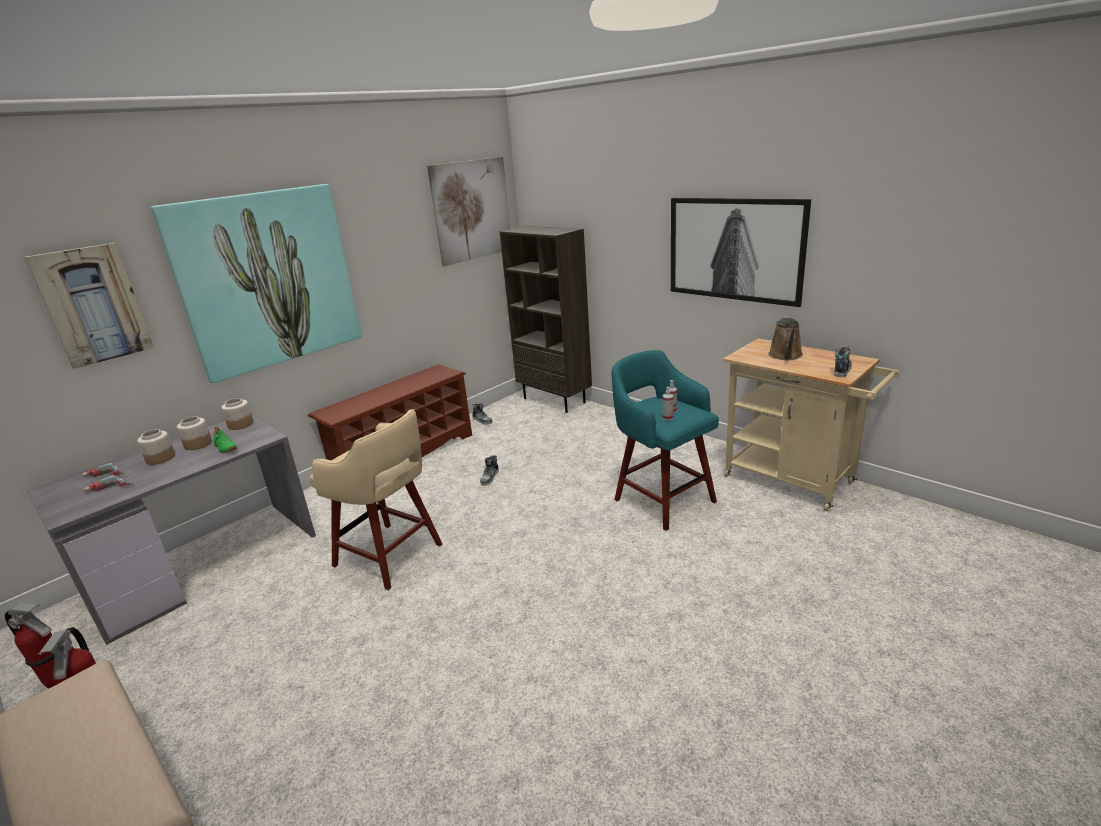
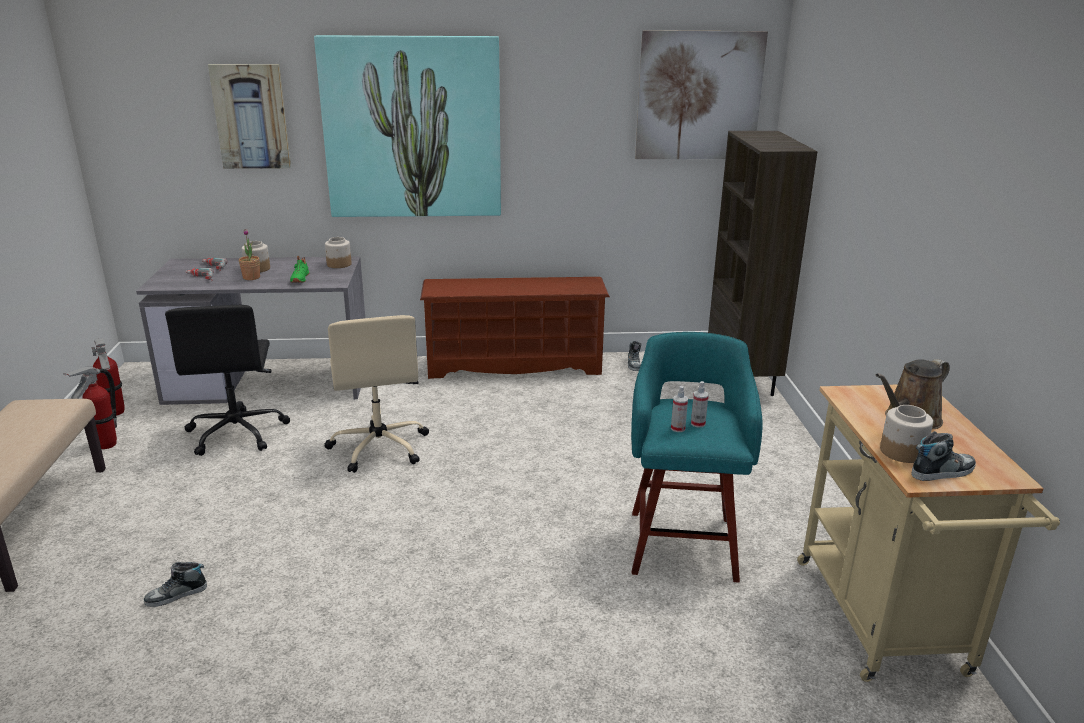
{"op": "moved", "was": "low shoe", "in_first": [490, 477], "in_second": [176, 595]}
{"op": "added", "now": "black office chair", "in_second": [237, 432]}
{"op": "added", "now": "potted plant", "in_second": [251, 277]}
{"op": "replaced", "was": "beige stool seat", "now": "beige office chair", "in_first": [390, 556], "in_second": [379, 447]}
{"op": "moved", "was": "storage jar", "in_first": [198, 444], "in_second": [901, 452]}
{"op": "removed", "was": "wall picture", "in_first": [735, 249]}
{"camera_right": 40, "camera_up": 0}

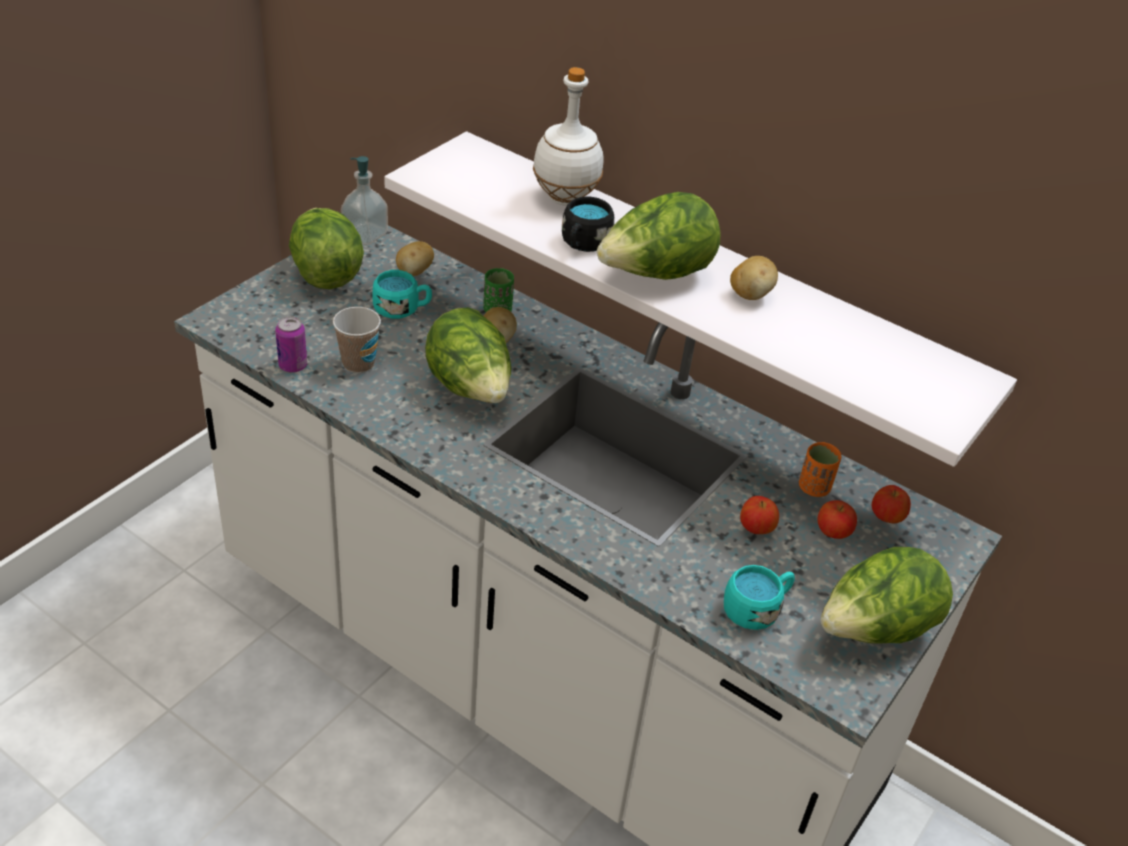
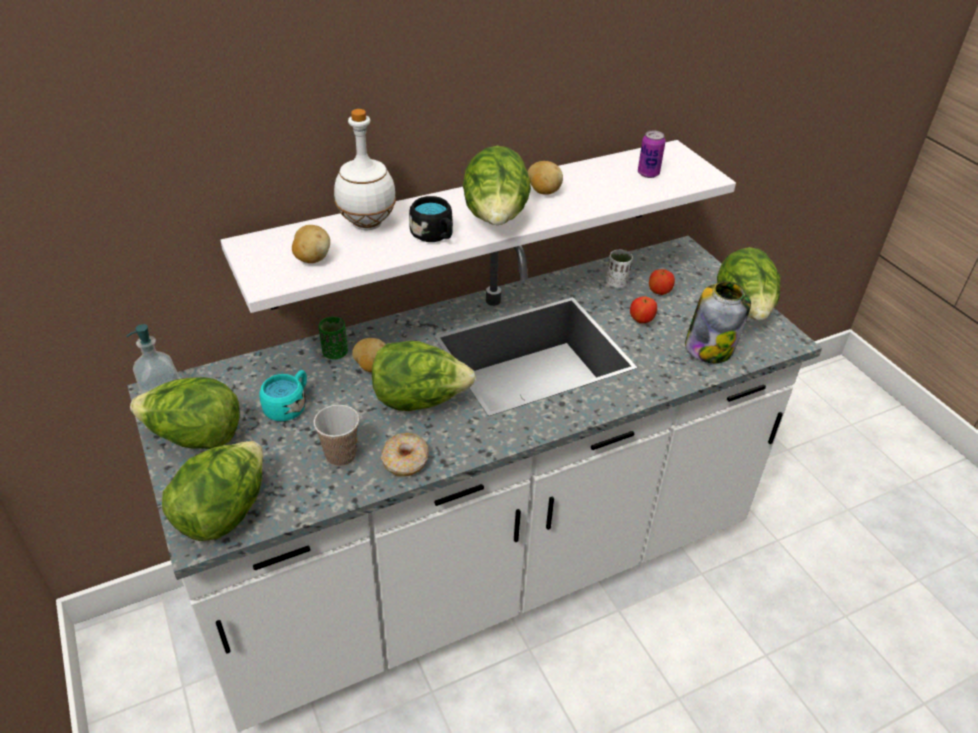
{"op": "added", "now": "lettuce", "in_second": [224, 512]}
{"op": "moved", "was": "spud", "in_first": [414, 272], "in_second": [312, 258]}
{"op": "added", "now": "ring doughnut", "in_second": [405, 461]}
{"op": "recoloured", "was": "orange cup", "now": "white cup", "in_first": [814, 488], "in_second": [617, 283]}
{"op": "moved", "was": "metal can", "in_first": [293, 366], "in_second": [648, 173]}
{"op": "replaced", "was": "blue-green mug", "now": "storage jar", "in_first": [757, 609], "in_second": [709, 348]}
{"op": "removed", "was": "apple", "in_first": [886, 518]}
{"camera_right": -60, "camera_up": 0}

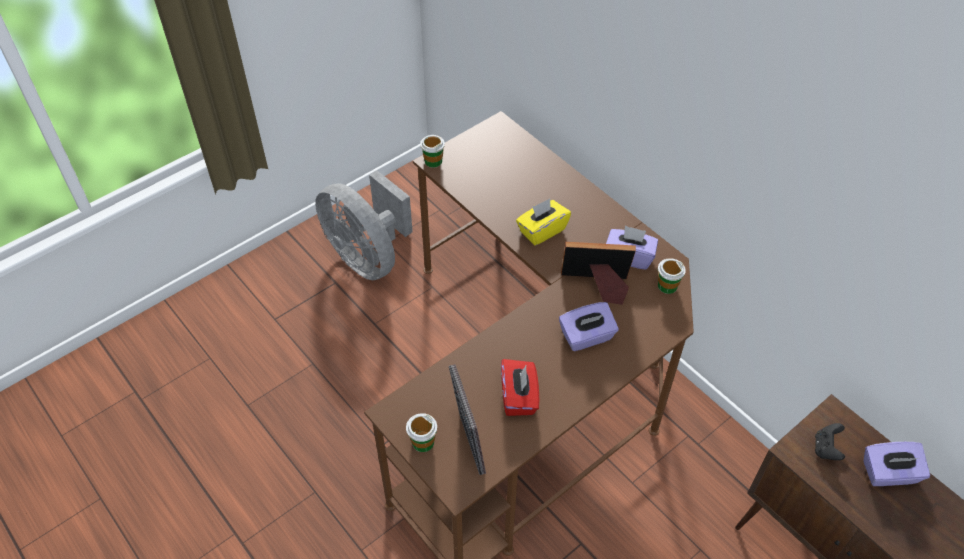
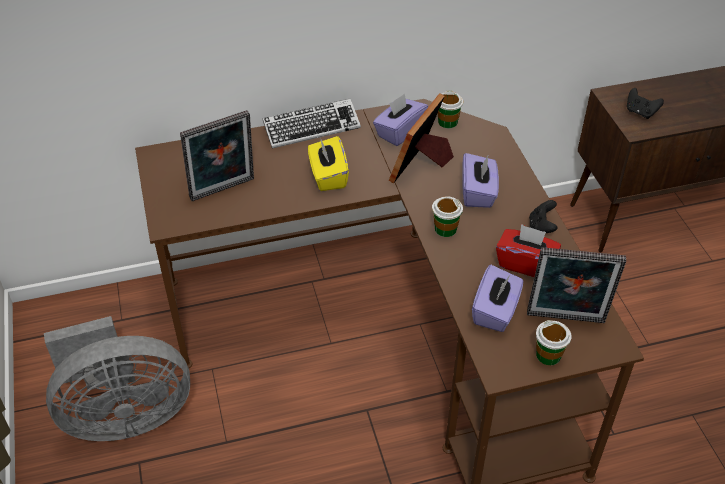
{"op": "added", "now": "photo frame", "in_second": [223, 191]}
{"op": "added", "now": "PC keyboard", "in_second": [311, 128]}
{"op": "moved", "was": "cup", "in_first": [433, 161], "in_second": [445, 229]}
{"op": "moved", "was": "purple tissue holder", "in_first": [889, 474], "in_second": [495, 311]}
{"op": "added", "now": "black game controller", "in_second": [541, 228]}
{"camera_right": -65, "camera_up": -5}

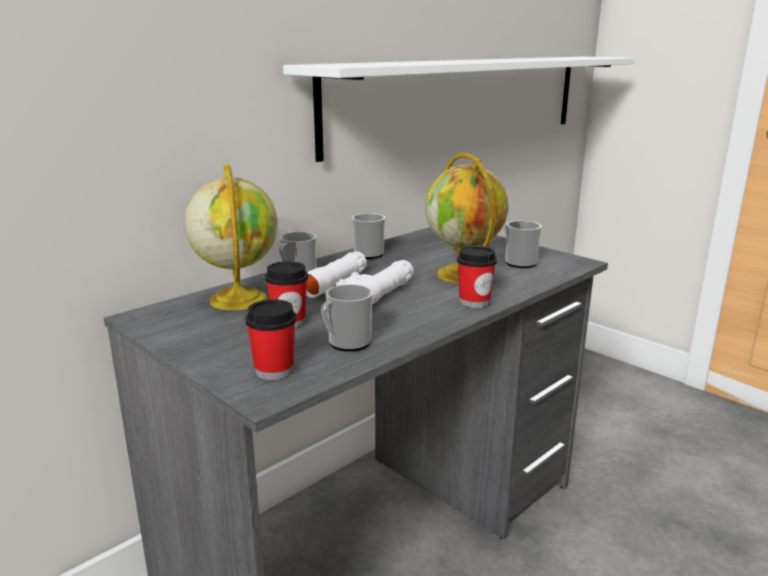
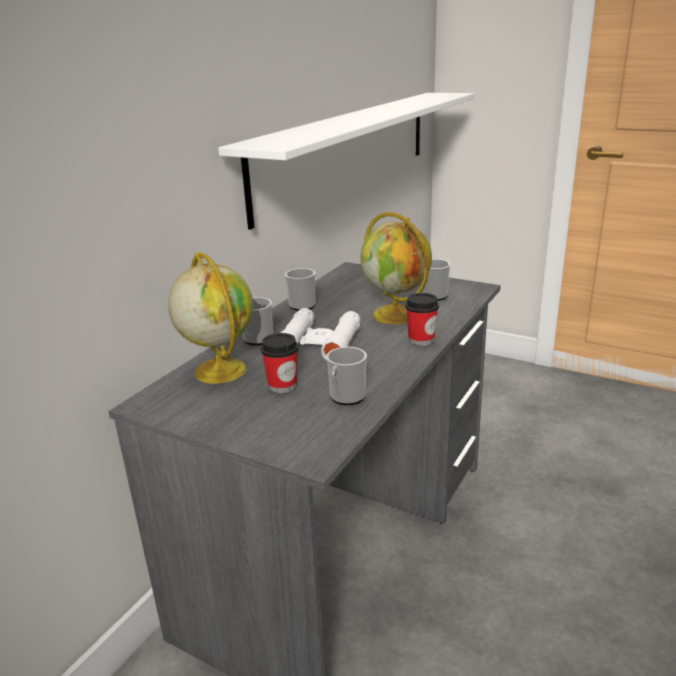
{"op": "removed", "was": "cup", "in_first": [274, 370]}
{"camera_right": -15, "camera_up": 5}

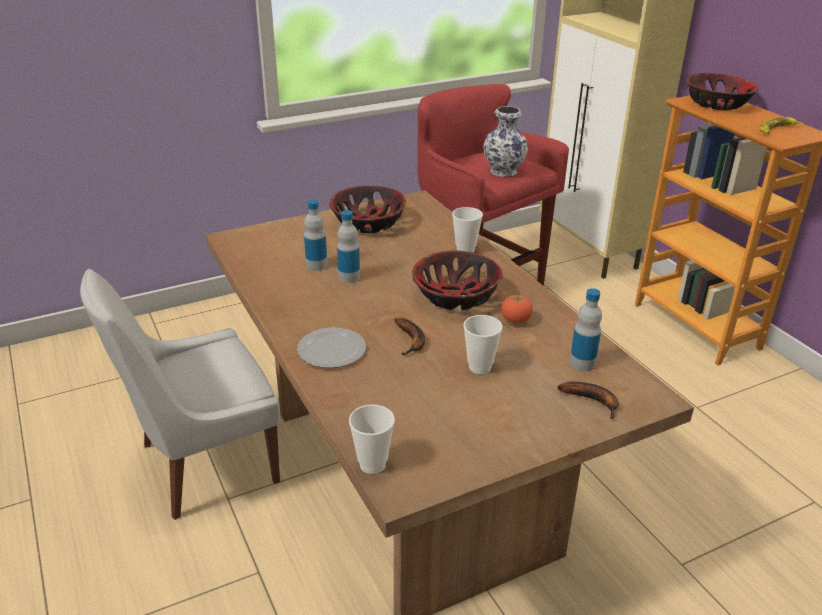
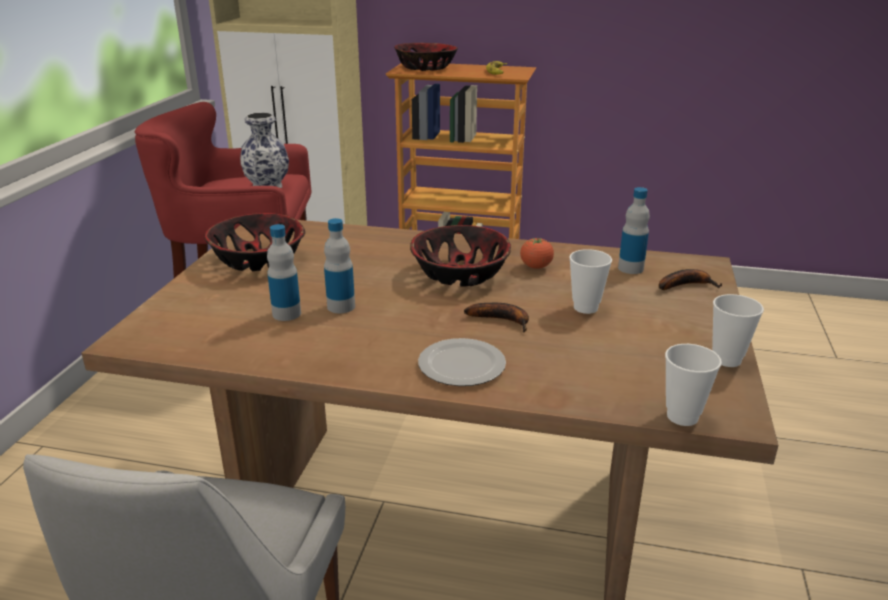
{"op": "moved", "was": "cup", "in_first": [465, 250], "in_second": [727, 359]}
{"camera_right": -50, "camera_up": -5}

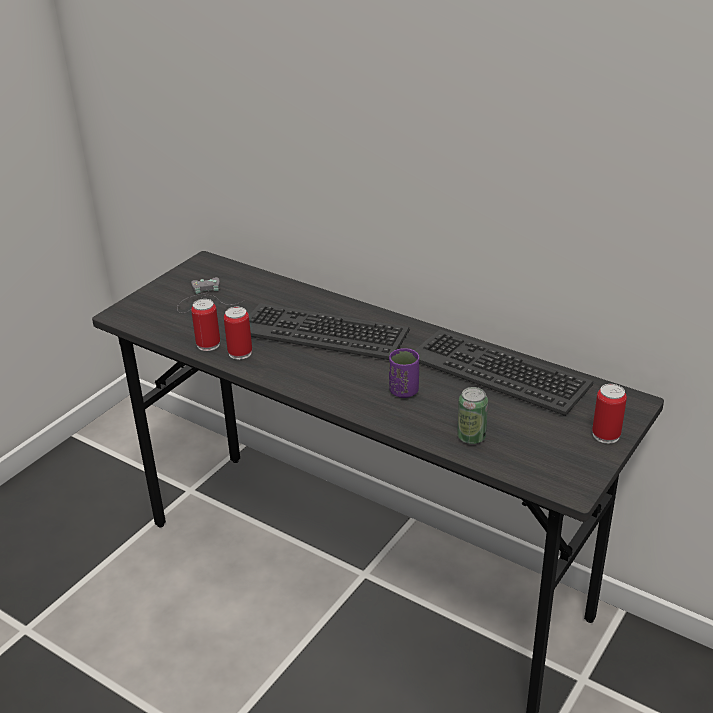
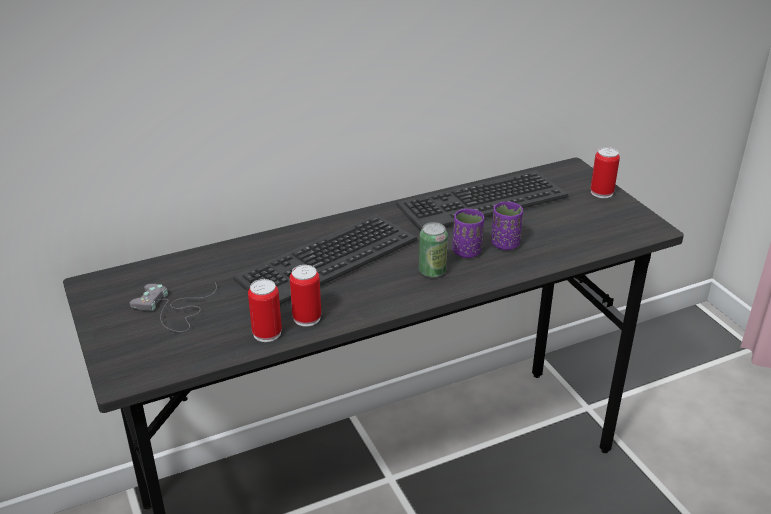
{"op": "moved", "was": "metal can", "in_first": [471, 437], "in_second": [432, 271]}
{"op": "added", "now": "purple cup", "in_second": [505, 244]}
{"camera_right": -60, "camera_up": 0}

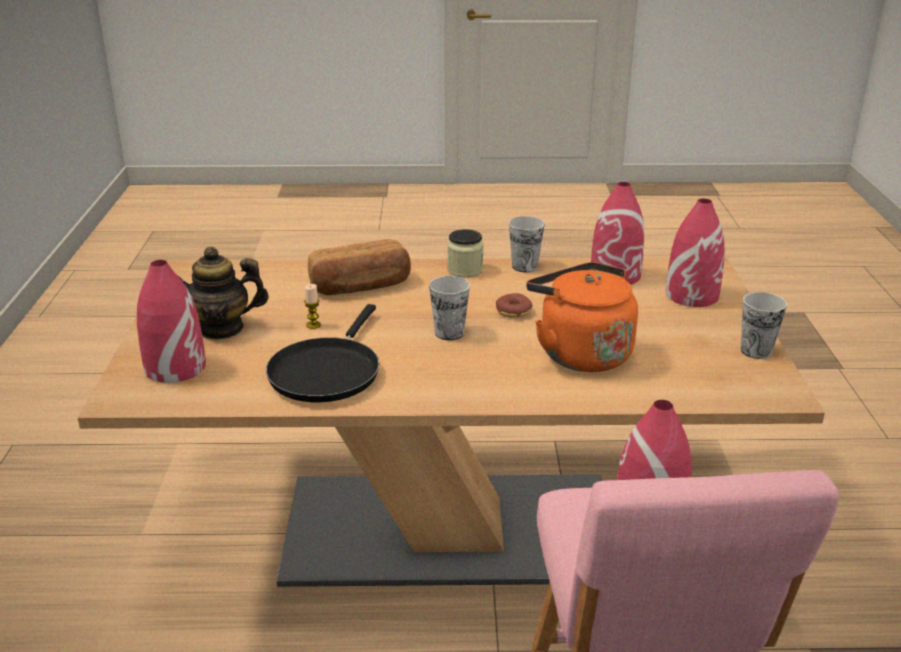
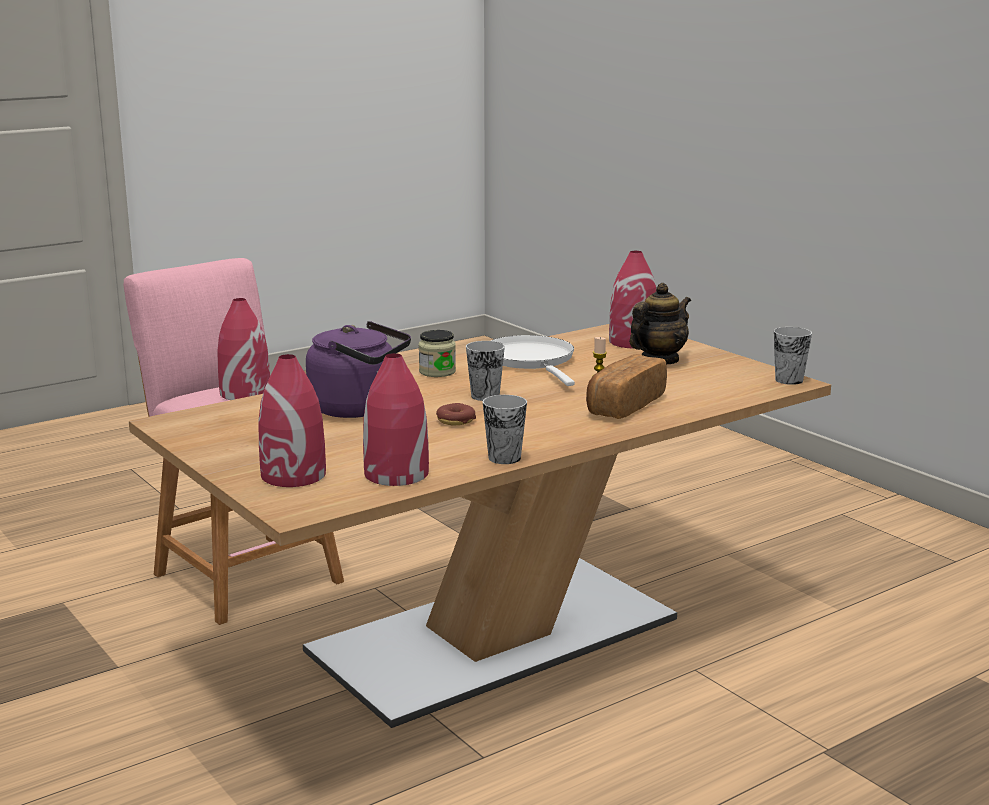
{"op": "recoloured", "was": "orange water kettle", "now": "purple water kettle", "in_first": [580, 353], "in_second": [359, 409]}
{"op": "moved", "was": "storage jar", "in_first": [465, 270], "in_second": [437, 372]}
{"op": "recoloured", "was": "black frying pan", "now": "white frying pan", "in_first": [327, 371], "in_second": [531, 360]}
{"op": "moved", "was": "cup", "in_first": [756, 351], "in_second": [789, 380]}
{"camera_right": 145, "camera_up": -10}

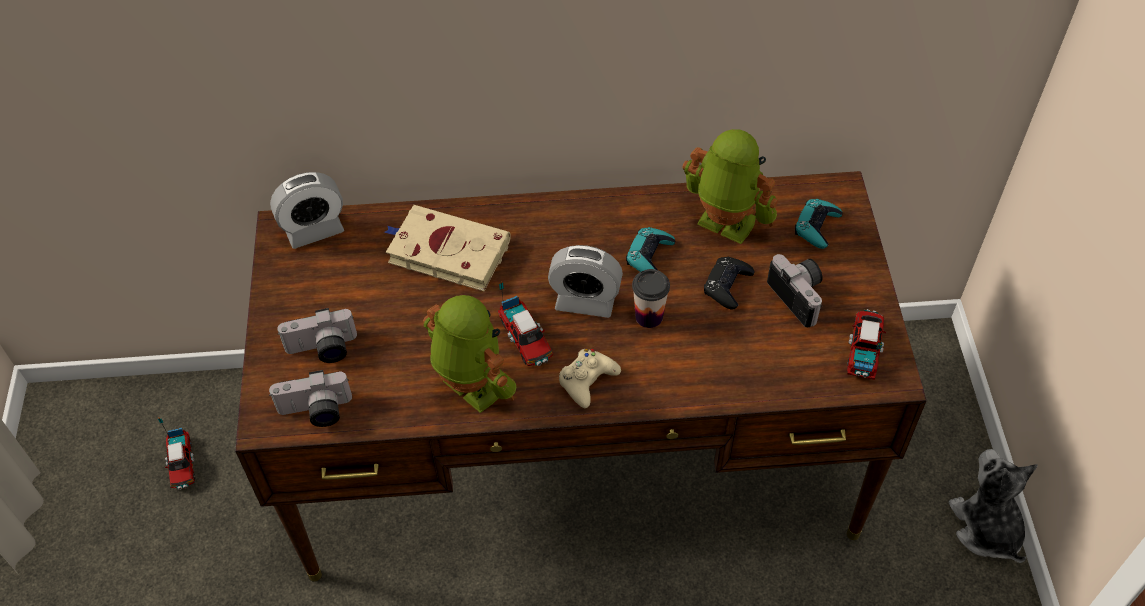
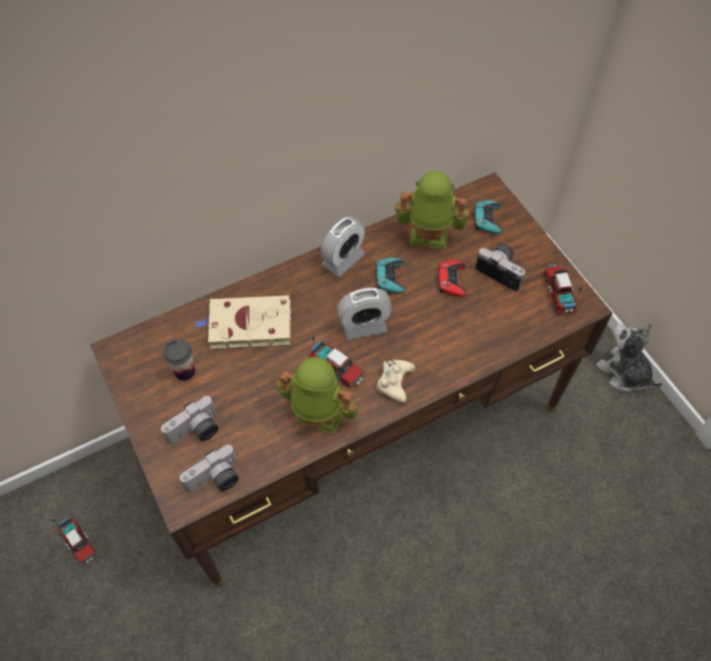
{"op": "moved", "was": "cup", "in_first": [649, 316], "in_second": [184, 371]}
{"op": "moved", "was": "bedside clock", "in_first": [314, 230], "in_second": [343, 260]}
{"op": "recoloured", "was": "black game controller", "now": "red-coloured game controller", "in_first": [727, 286], "in_second": [452, 281]}
{"camera_right": -25, "camera_up": 5}

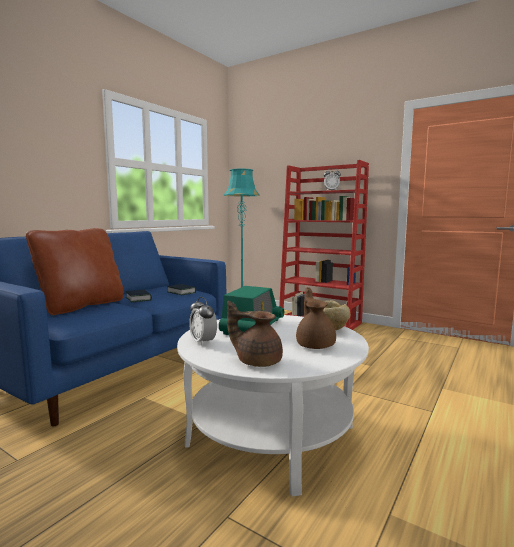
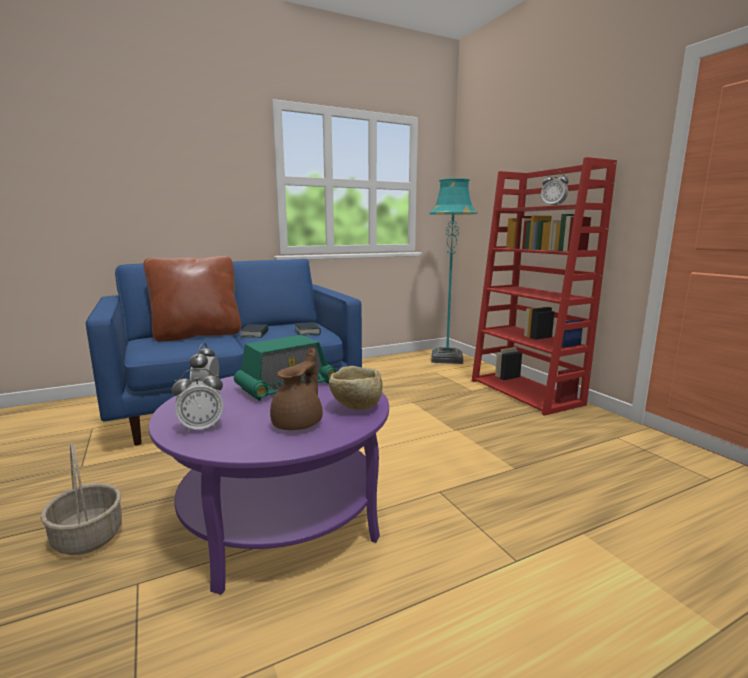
{"op": "added", "now": "household basket", "in_second": [87, 536]}
{"op": "recoloured", "was": "white coffee table", "now": "purple coffee table", "in_first": [271, 434], "in_second": [282, 516]}
{"op": "replaced", "was": "brown teapot", "now": "bedside clock", "in_first": [257, 361], "in_second": [201, 428]}
{"camera_right": 30, "camera_up": 5}

